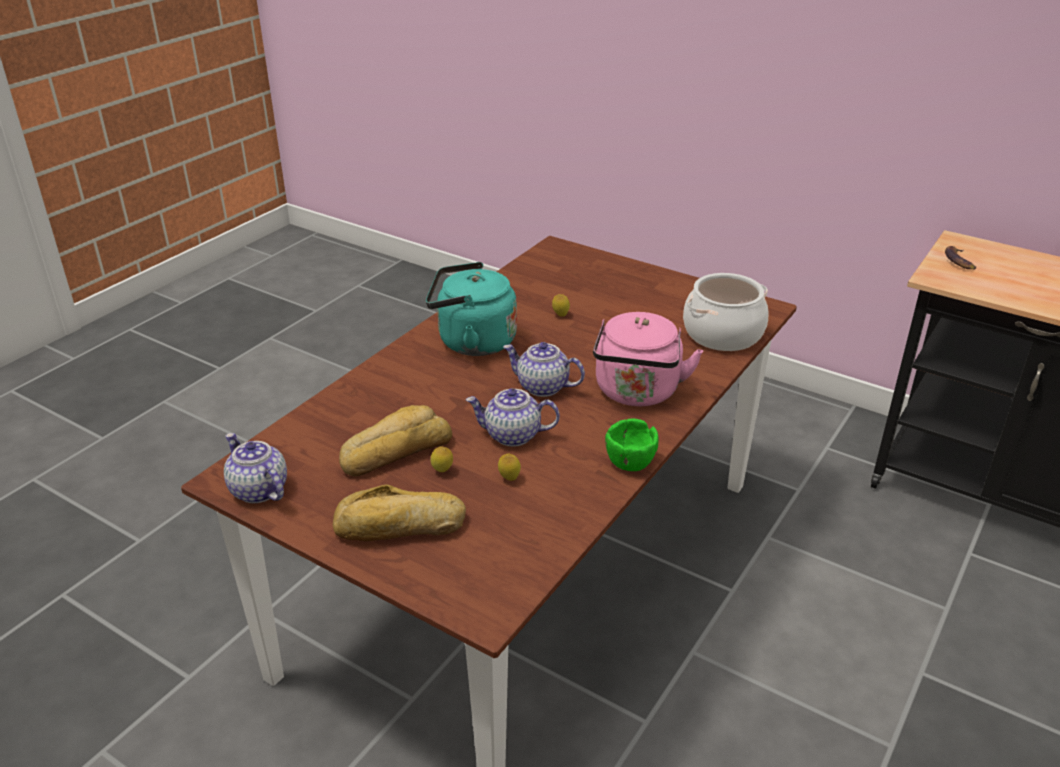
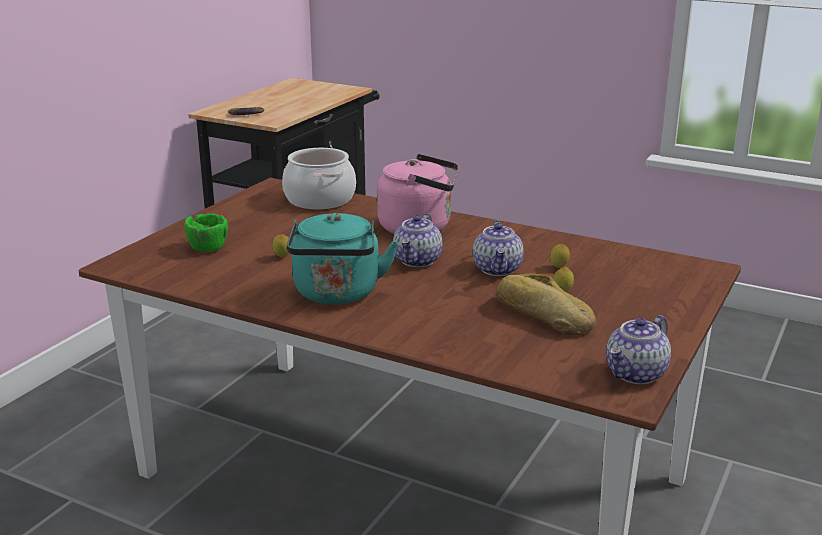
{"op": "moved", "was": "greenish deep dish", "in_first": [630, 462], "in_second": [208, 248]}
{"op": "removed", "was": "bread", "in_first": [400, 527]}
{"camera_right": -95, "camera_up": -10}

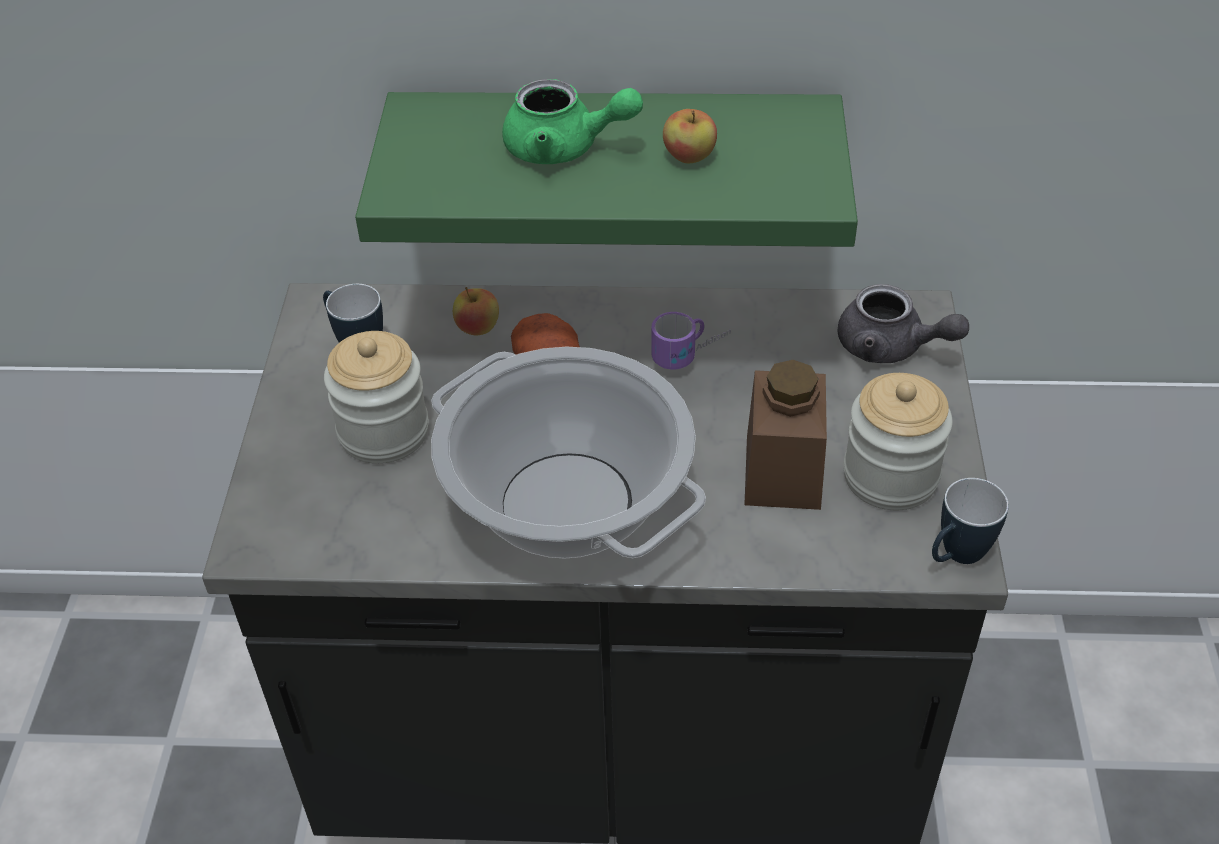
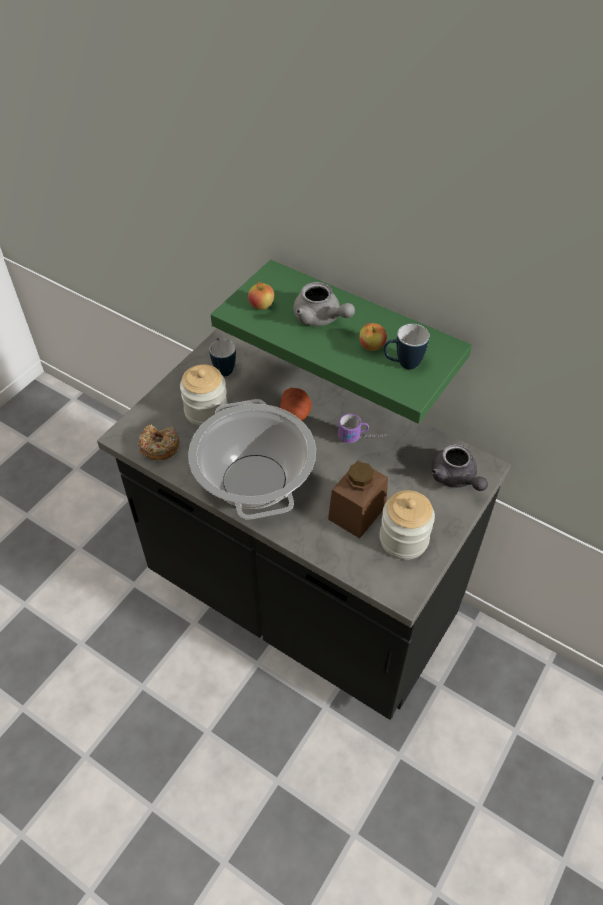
{"op": "added", "now": "ring doughnut", "in_second": [159, 447]}
{"op": "moved", "was": "apple", "in_first": [477, 328], "in_second": [261, 306]}
{"op": "recoloured", "was": "greenish teapot", "now": "greyish teapot", "in_first": [564, 148], "in_second": [321, 318]}
{"op": "moved", "was": "mug", "in_first": [955, 557], "in_second": [403, 364]}
{"camera_right": 30, "camera_up": 5}

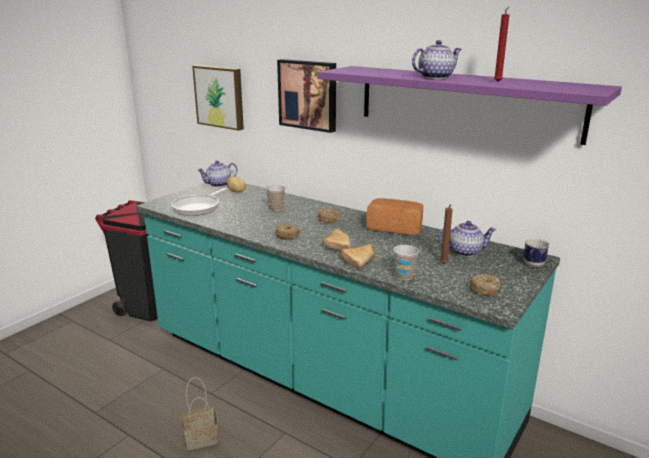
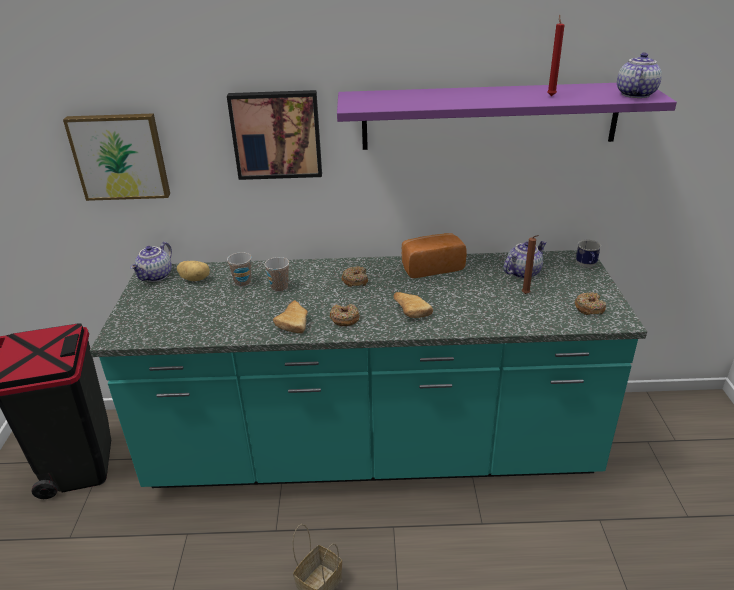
{"op": "moved", "was": "cup", "in_first": [404, 276], "in_second": [242, 282]}
{"op": "moved", "was": "bread", "in_first": [361, 260], "in_second": [294, 322]}
{"op": "moved", "was": "teapot", "in_first": [435, 77], "in_second": [634, 94]}
{"op": "removed", "was": "frying pan", "in_first": [198, 207]}
{"camera_right": -35, "camera_up": 10}

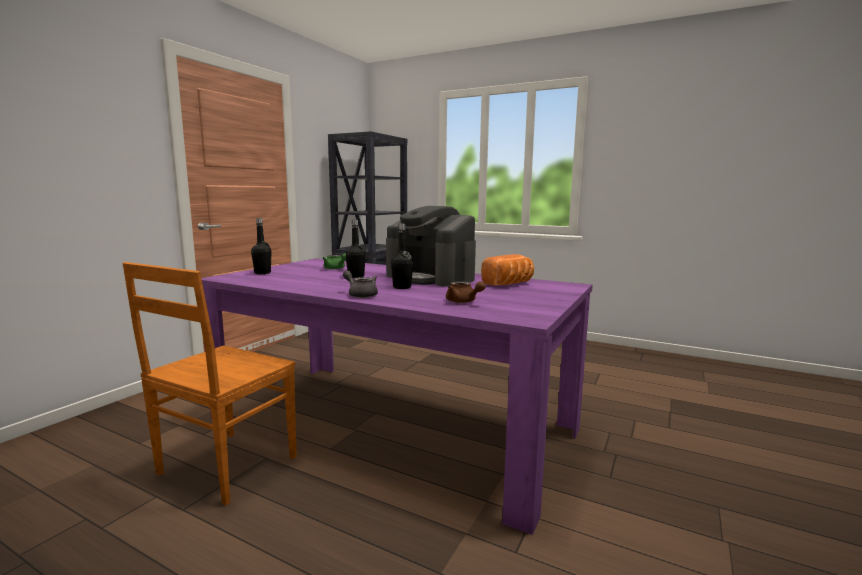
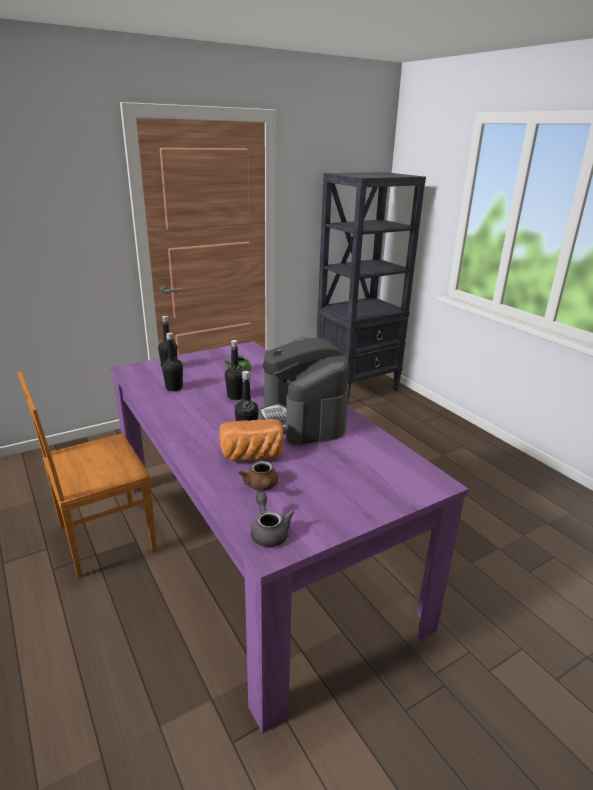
{"op": "added", "now": "black bottle", "in_second": [174, 388]}
{"op": "moved", "was": "bread", "in_first": [510, 284], "in_second": [252, 456]}
{"op": "moved", "was": "greyish teapot", "in_first": [360, 295], "in_second": [269, 531]}
{"camera_right": 30, "camera_up": 15}

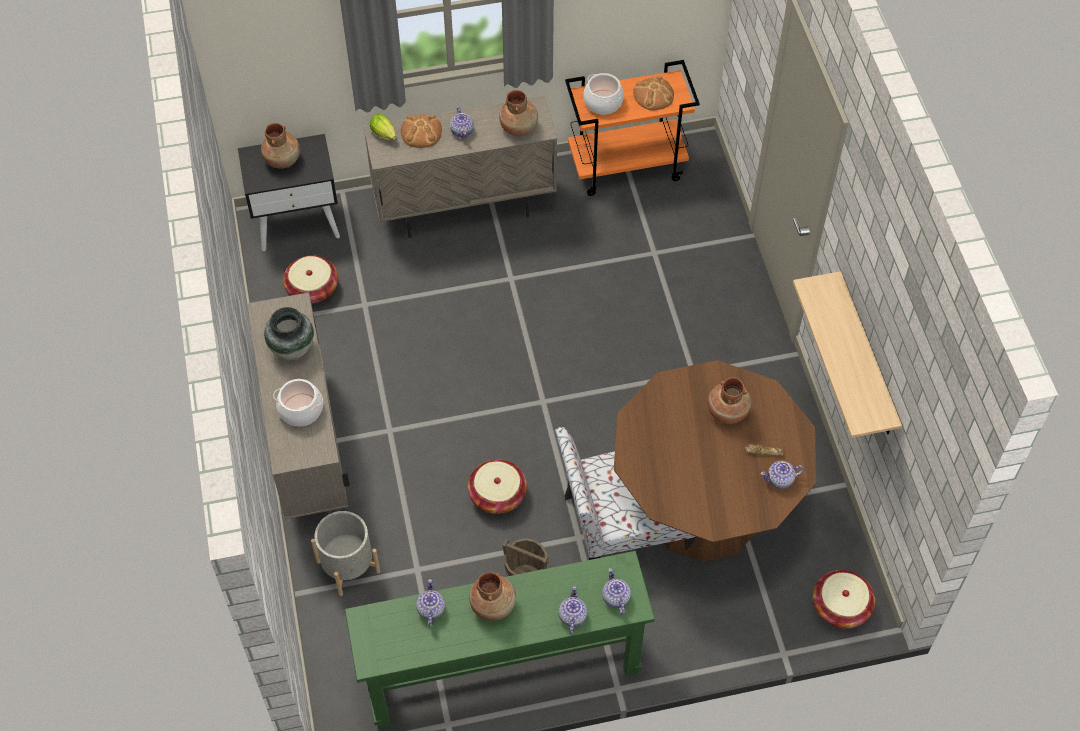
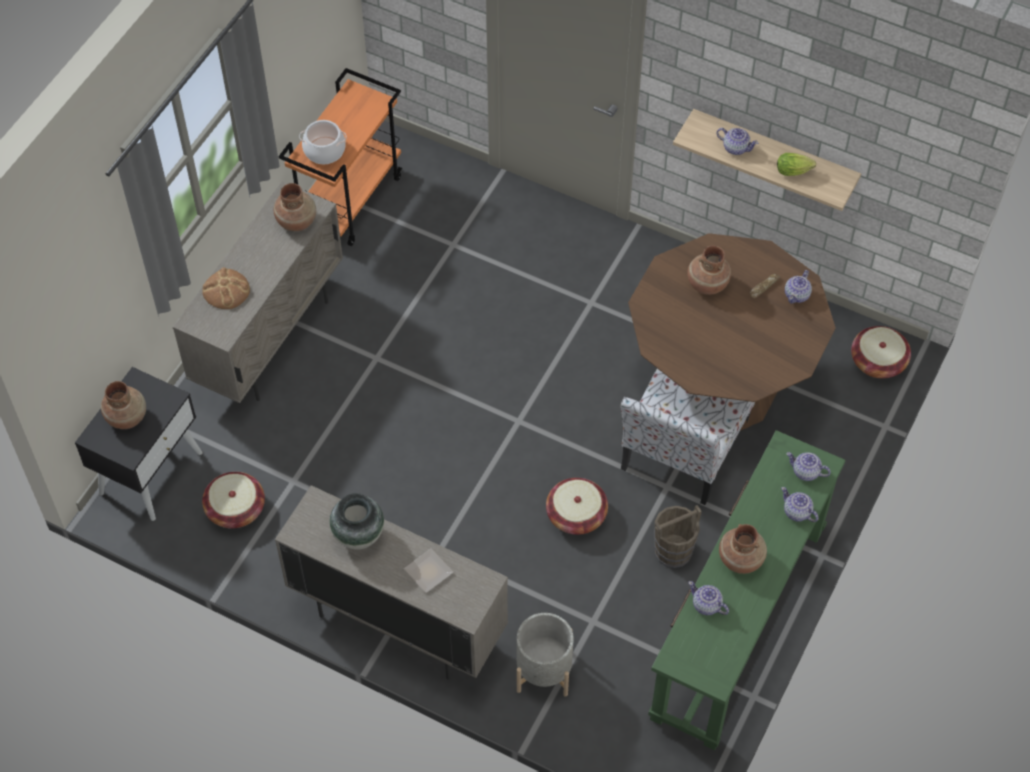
{"op": "replaced", "was": "stockpot", "now": "flat dish", "in_first": [301, 409], "in_second": [428, 570]}
{"op": "moved", "was": "teapot", "in_first": [462, 131], "in_second": [735, 147]}
{"op": "moved", "was": "lettuce", "in_first": [385, 135], "in_second": [795, 171]}
{"op": "removed", "was": "bread", "in_first": [653, 95]}
{"camera_right": -50, "camera_up": 0}

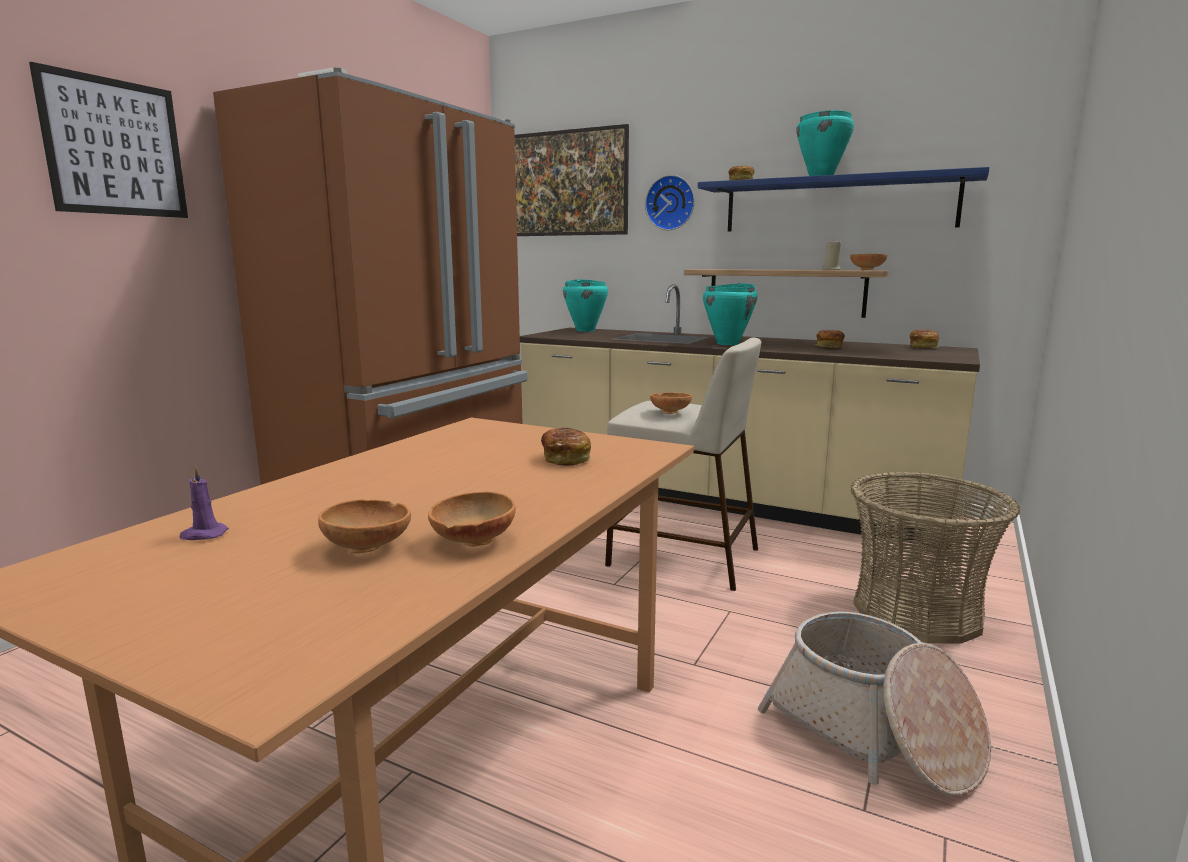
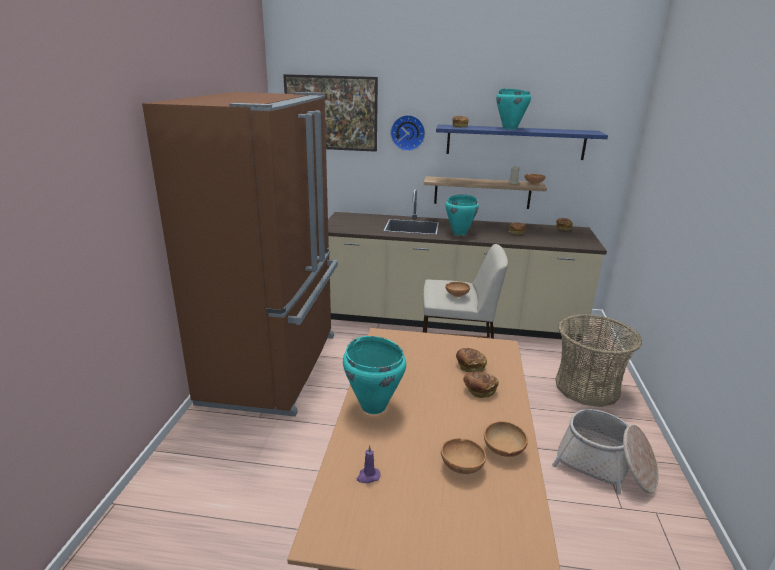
{"op": "moved", "was": "blue-green stockpot", "in_first": [585, 330], "in_second": [373, 406]}
{"op": "added", "now": "bread", "in_second": [479, 390]}
{"op": "removed", "was": "wall picture", "in_first": [115, 147]}
{"camera_right": -20, "camera_up": 10}

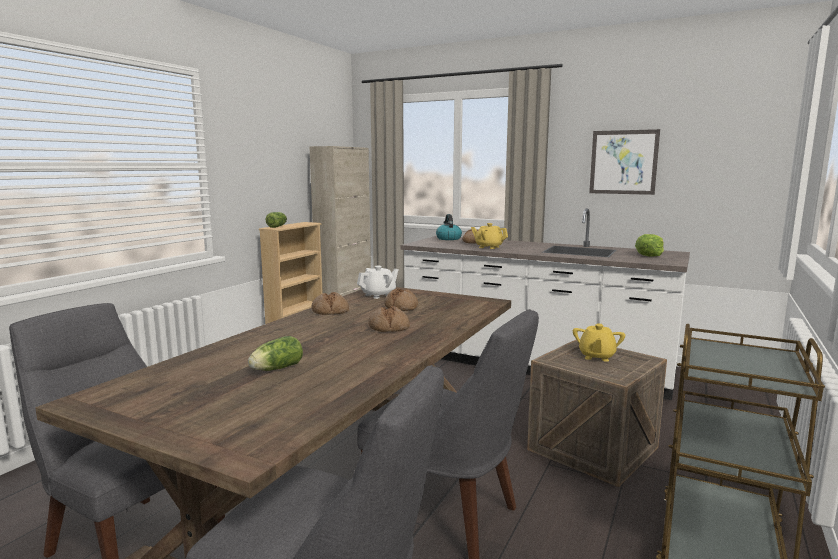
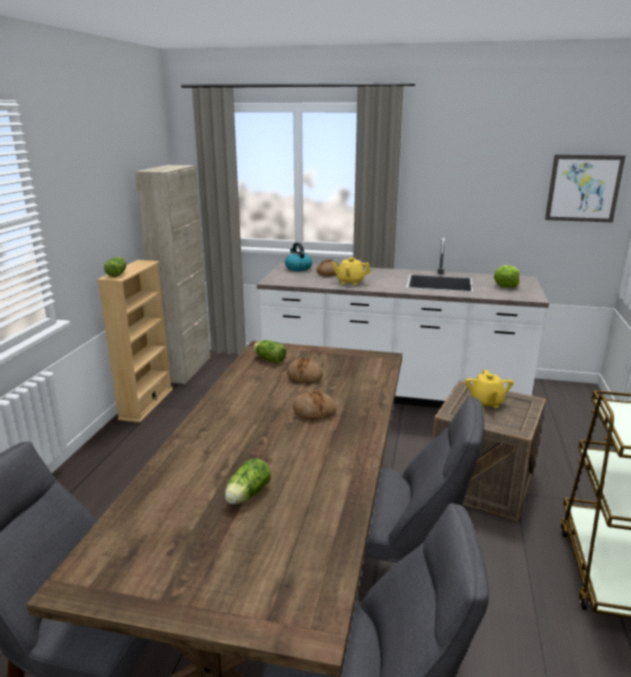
{"op": "replaced", "was": "white teapot", "now": "lettuce", "in_first": [379, 295], "in_second": [268, 359]}
{"op": "moved", "was": "wall picture", "in_first": [623, 162], "in_second": [583, 188]}
{"op": "removed", "was": "bread", "in_first": [330, 311]}
{"camera_right": -15, "camera_up": 10}

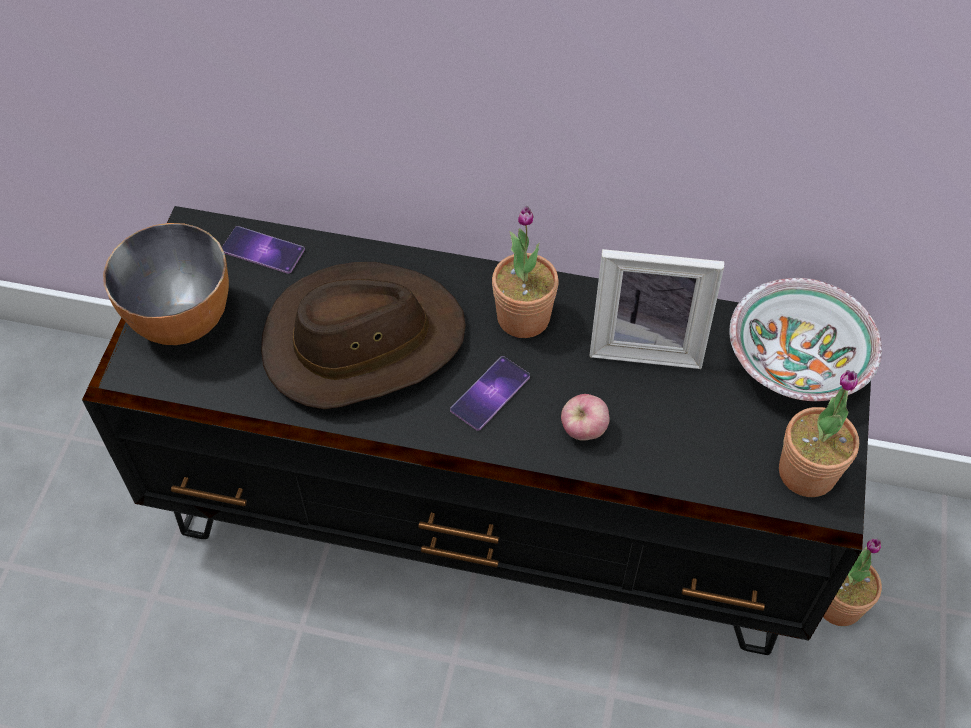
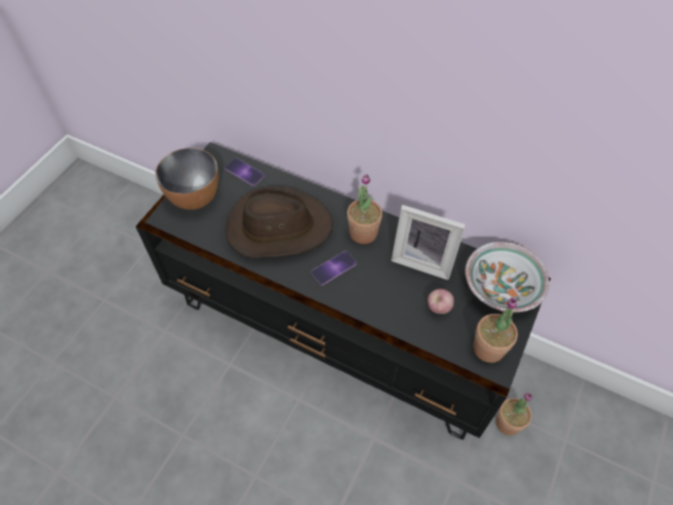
{"op": "moved", "was": "apple", "in_first": [583, 430], "in_second": [438, 308]}
{"camera_right": 15, "camera_up": 0}

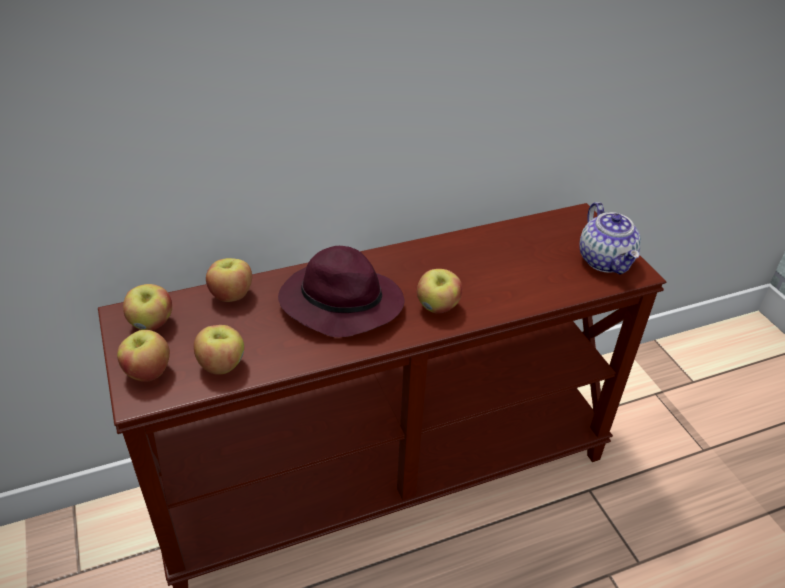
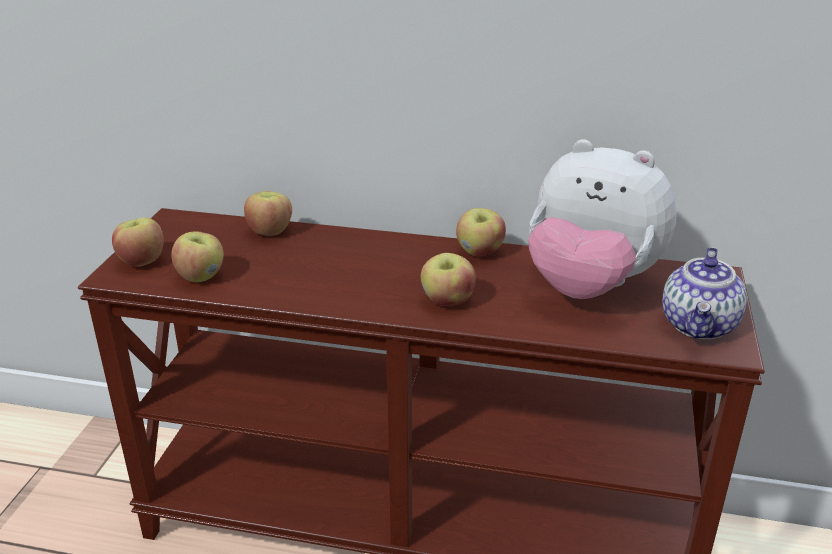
{"op": "moved", "was": "apple", "in_first": [152, 324], "in_second": [479, 252]}
{"op": "added", "now": "soft toy", "in_second": [590, 286]}
{"op": "removed", "was": "purple wearable hat", "in_first": [339, 303]}
{"camera_right": 35, "camera_up": -10}

